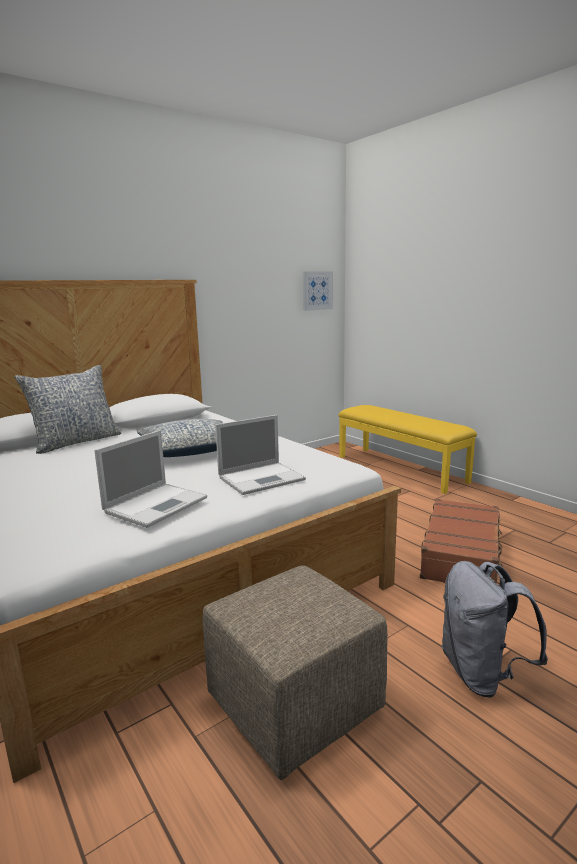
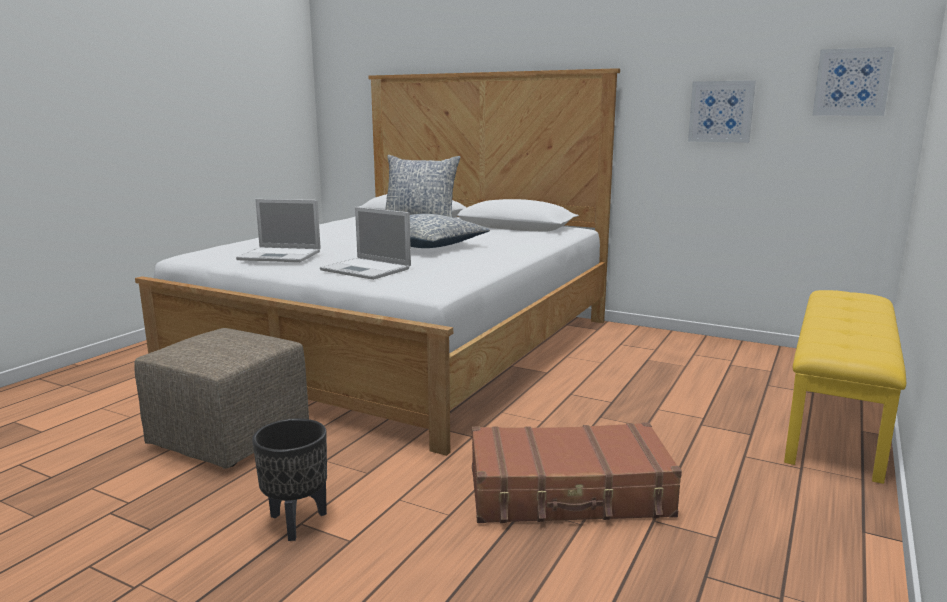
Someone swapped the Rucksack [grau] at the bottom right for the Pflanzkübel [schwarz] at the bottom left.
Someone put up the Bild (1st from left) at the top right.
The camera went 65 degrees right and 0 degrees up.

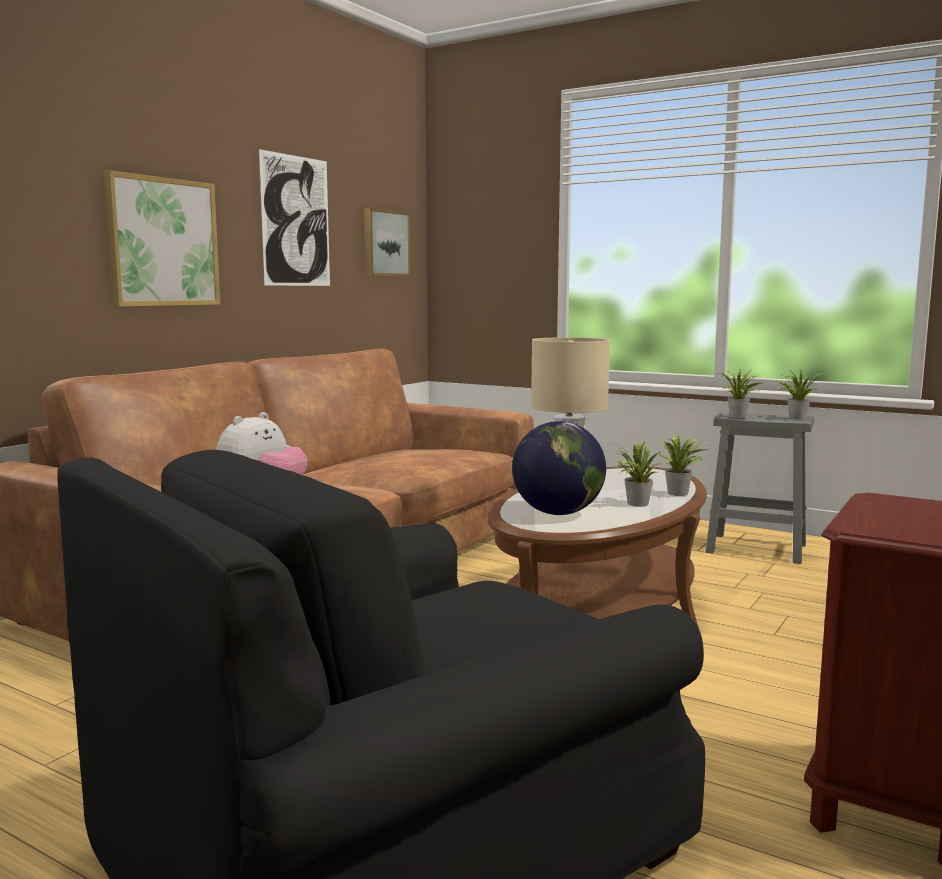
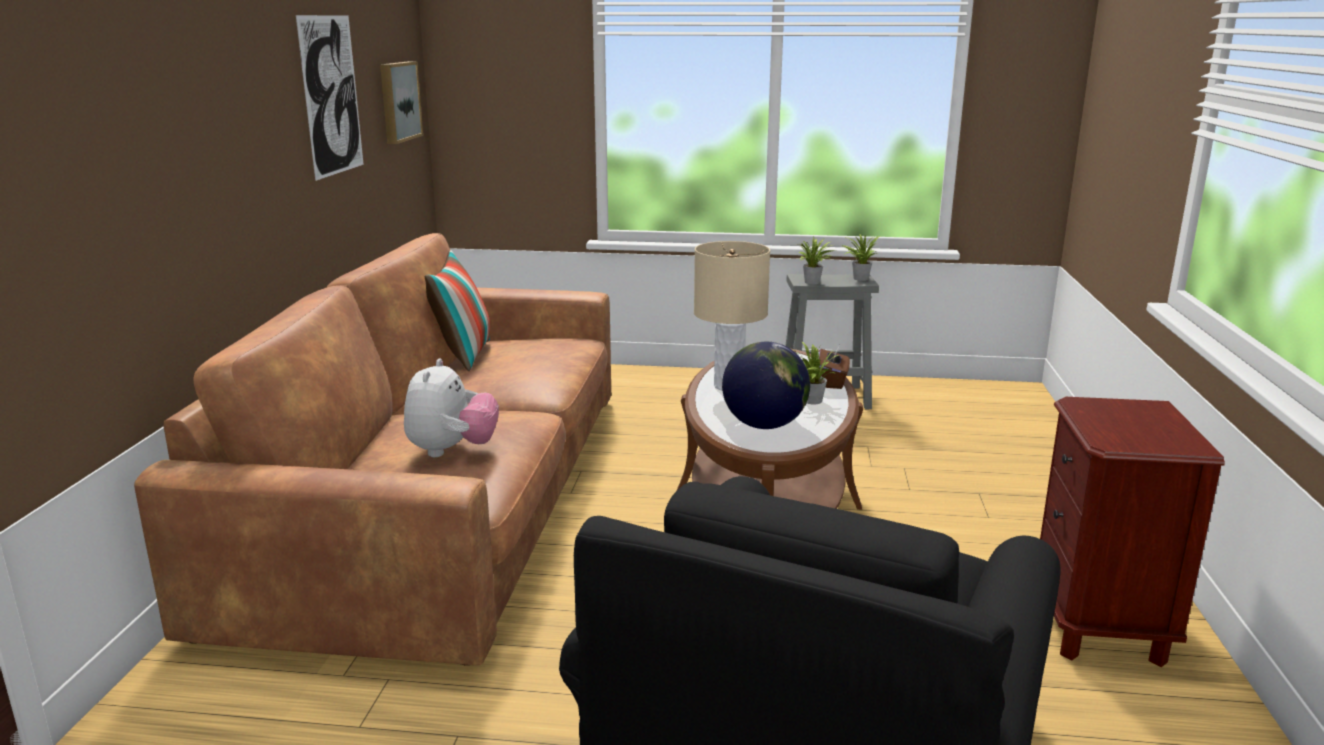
Someone took away the Bild (1st from left) at the top left.
Someone swapped the Topfpflanze (2nd from left) at the middle right for the Taschentuchbox [braun] at the centre.
Someone put down the Kissen at the centre.
The camera went 25 degrees left and 10 degrees up.

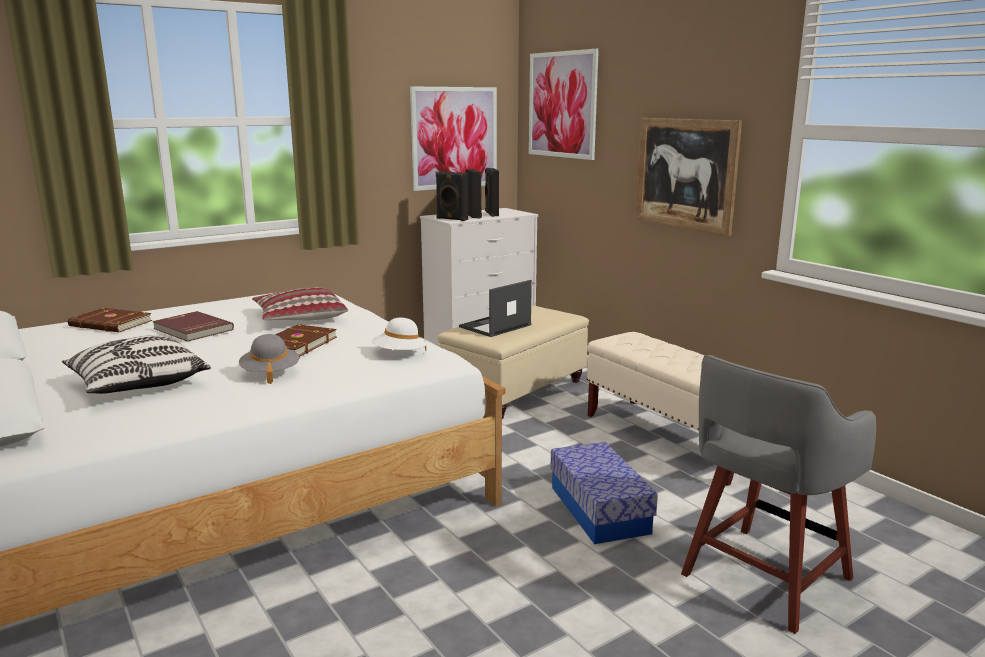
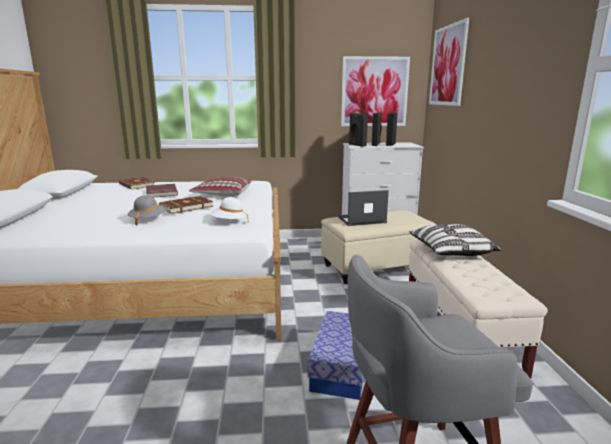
Someone carried the Kissen (1st from left in the first image) from the middle left to the middle right.
Someone took away the Bild (3rd from left) at the top right.
The camera went 30 degrees right and 0 degrees up.

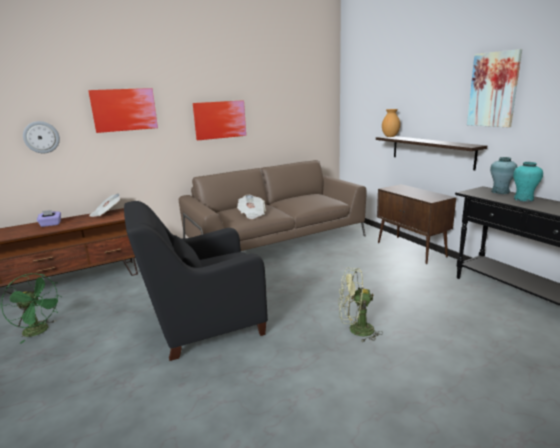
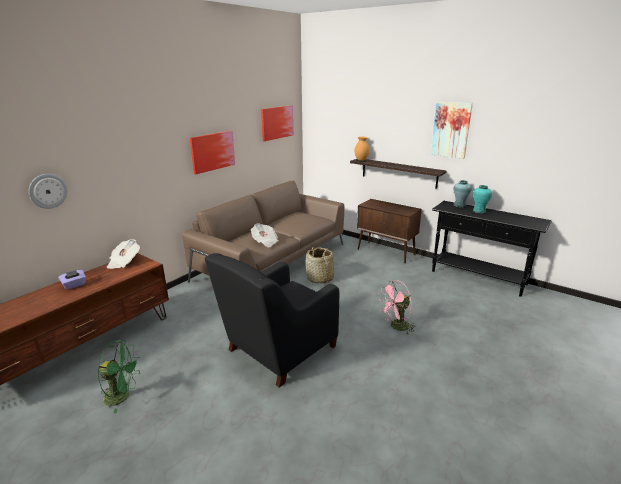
Someone carried the Bild (1st from left in the first image) from the top left to the top centre.
Someone repainted the Ventilator [grün] (2nd from left) at the bottom centre, which became the Ventilator [rosa] at the centre.
Someone put down the Korb at the centre.
The camera went 25 degrees left and 5 degrees up.

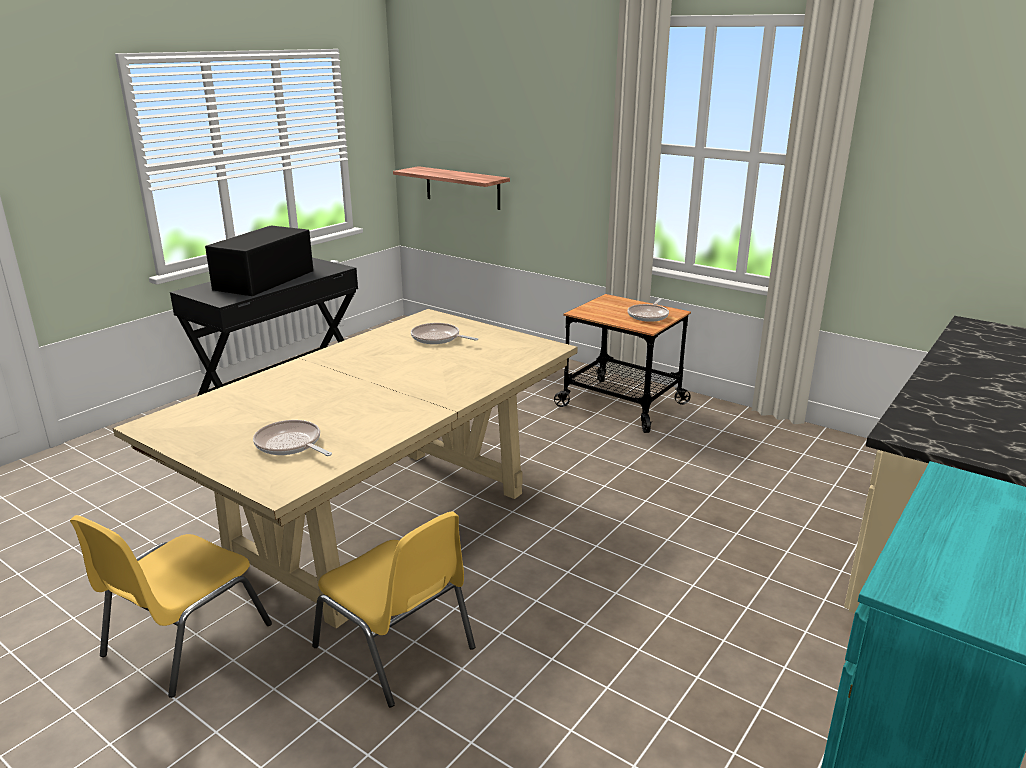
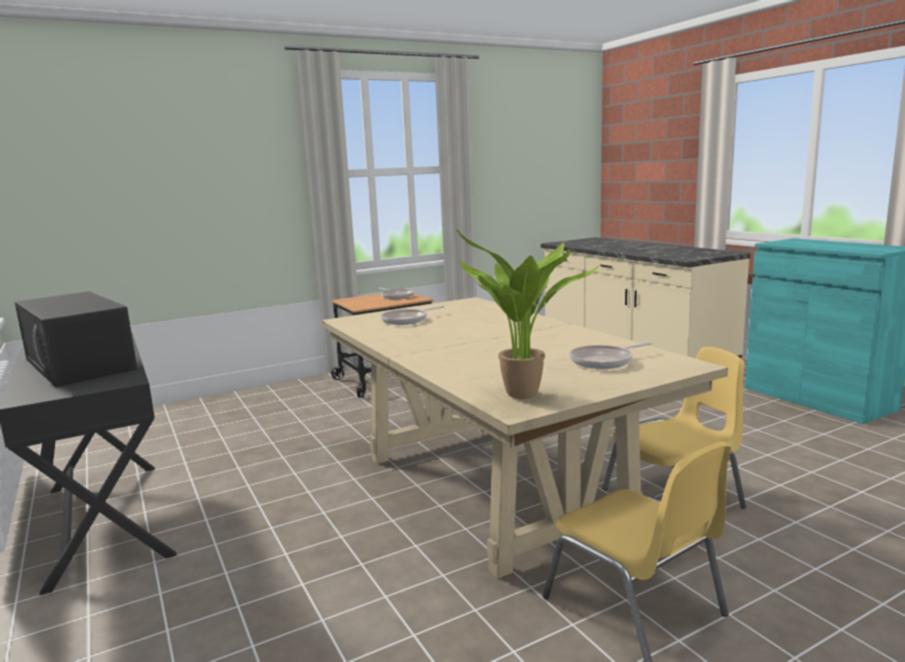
Someone took away the Wandregal at the top centre.
Someone put down the Topfpflanze at the centre.
The camera went 65 degrees left and 10 degrees down.

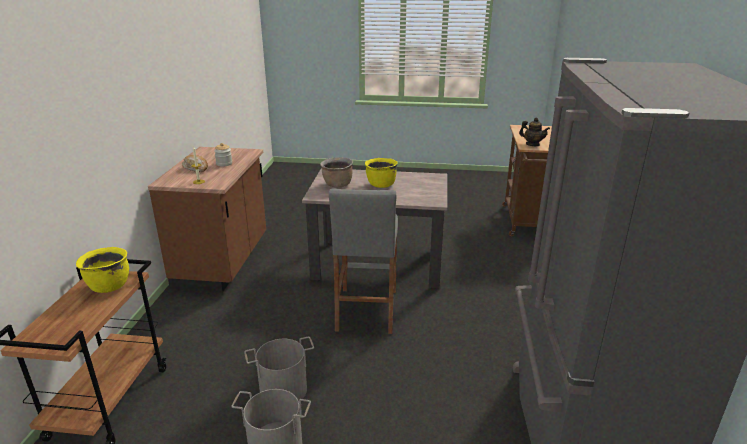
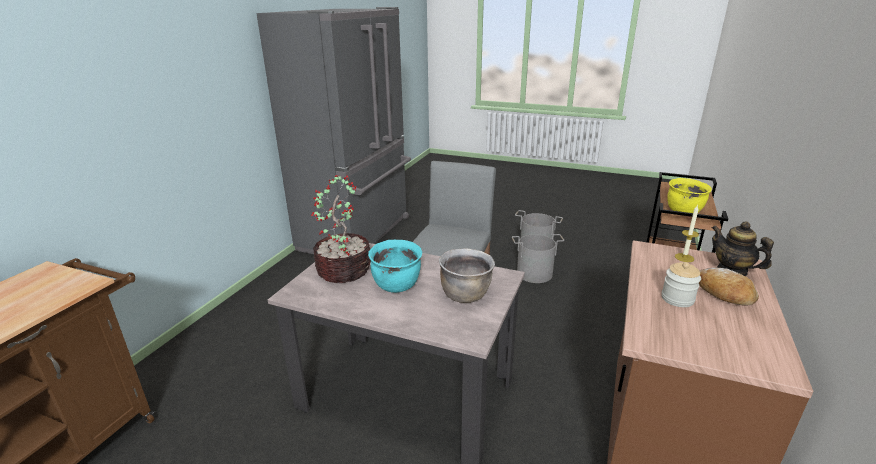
Someone repainted the Kochtopf [gelb] (2nd from left) at the centre, which became the Kochtopf [türkis] at the centre.
Someone carried the Teekanne from the top right to the middle right.
Someone put down the Topfpflanze at the centre.
The camera went 165 degrees left and 0 degrees up.

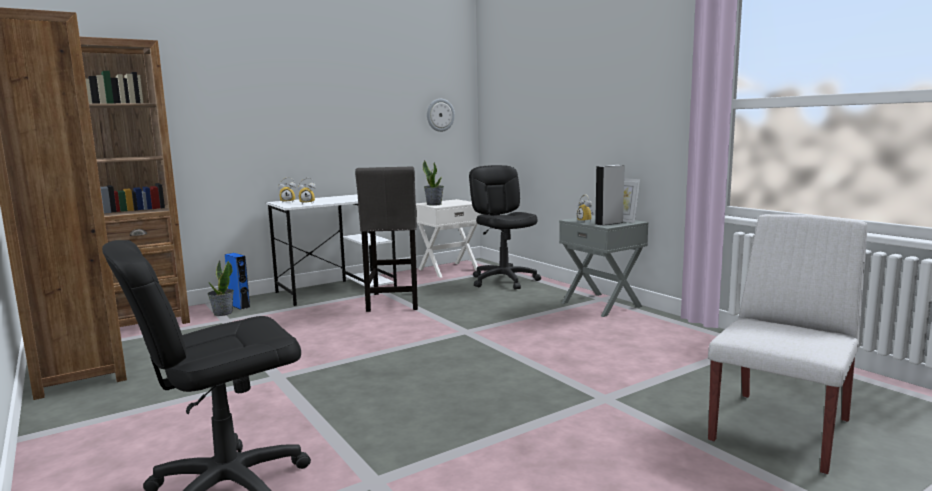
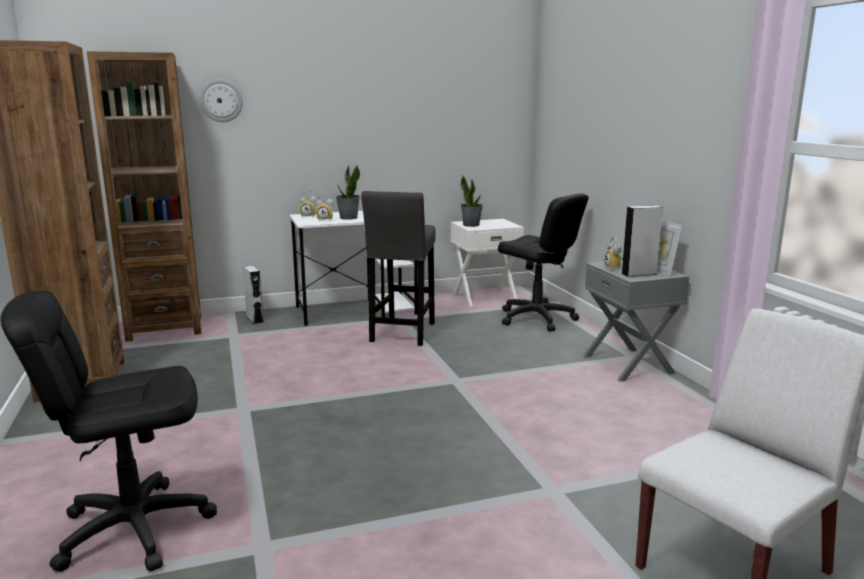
Someone carried the Topfpflanze (1st from left) from the middle left to the top centre.
Someone repainted the Lautsprecher [blau] at the middle left, which became the Lautsprecher [grau] (1st from left) at the middle left.
Someone carried the Wanduhr from the top centre to the top left.
Someone rotated the Bürostuhl [schwarz] (2nd from left) at the centre by 135 degrees clockwise.
The camera went 15 degrees right and 5 degrees up.

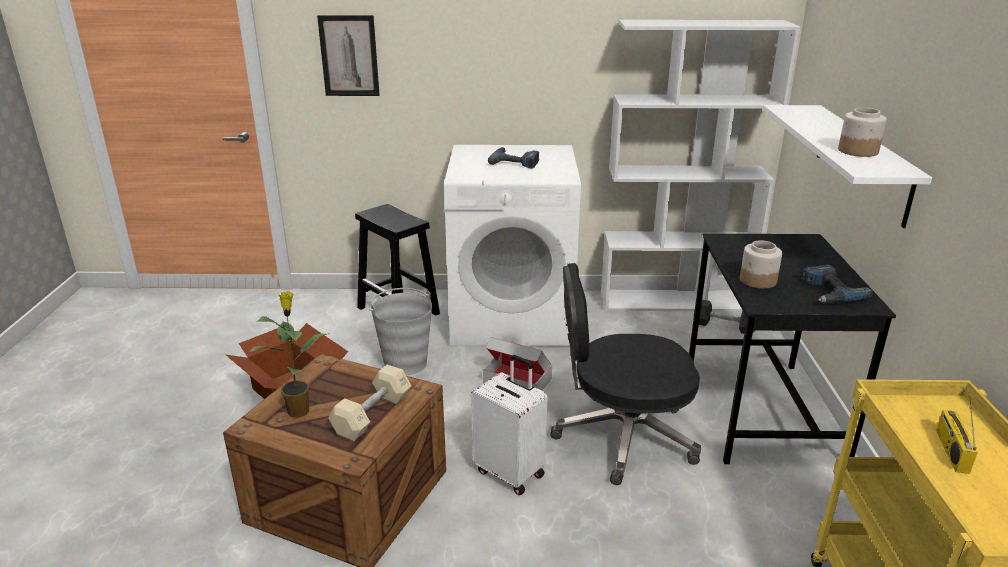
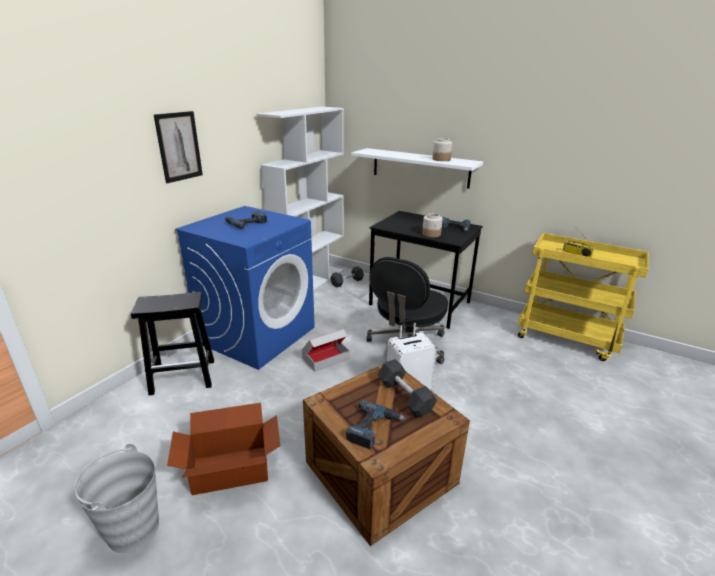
Someone swapped the Topfpflanze at the middle left for the Bohrmaschine (2nd from left) at the bottom centre.
Someone carried the Bild from the top centre to the top left.
Someone repainted the Hantel [beige] at the bottom centre, which became the Hantel [schwarz] (2nd from left) at the bottom centre.
Someone carried the Eimer [grau] from the centre to the bottom left.
Someone repainted the Waschmaschine [weiß] at the centre, which became the Waschmaschine [blau] at the centre.
The camera went 60 degrees left and 0 degrees up.

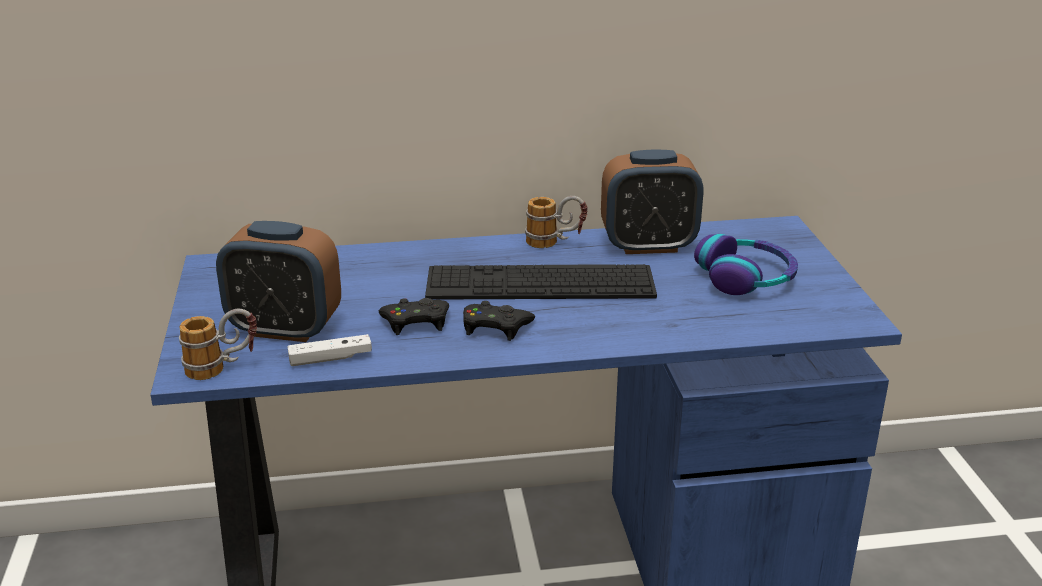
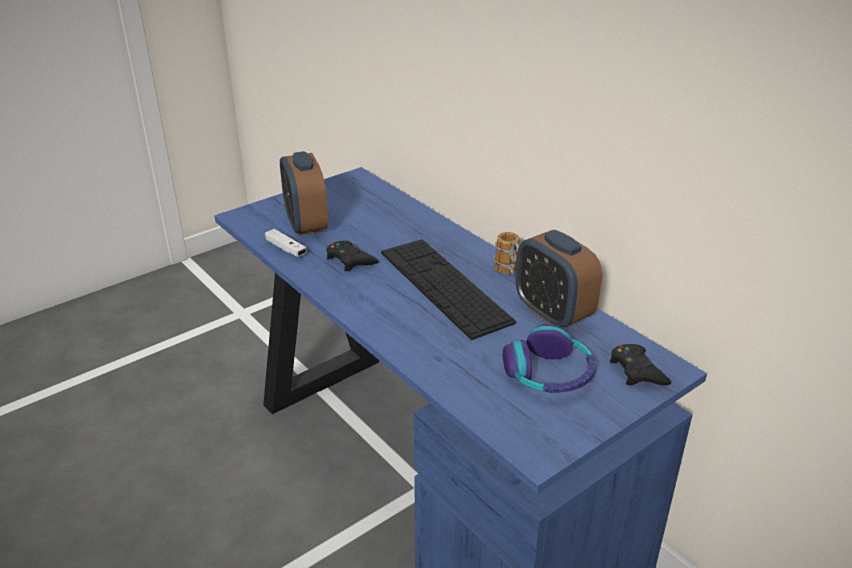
Someone took away the Henkelbecher (1st from left) at the middle left.
Someone carried the Gamepad [schwarz] (2nd from left) from the centre to the middle right.
The camera went 60 degrees right and 5 degrees up.

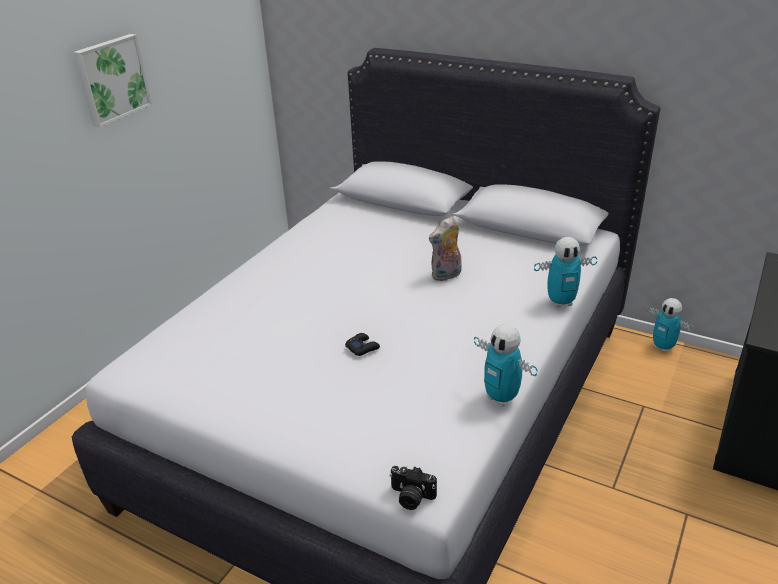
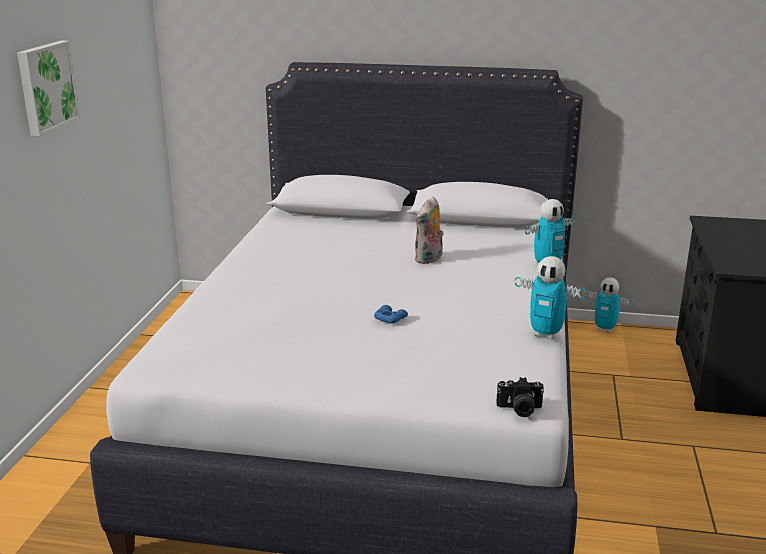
Someone repainted the Gamepad [schwarz] at the centre, which became the Gamepad [blau] at the centre.
The camera went 20 degrees left and 10 degrees down.

